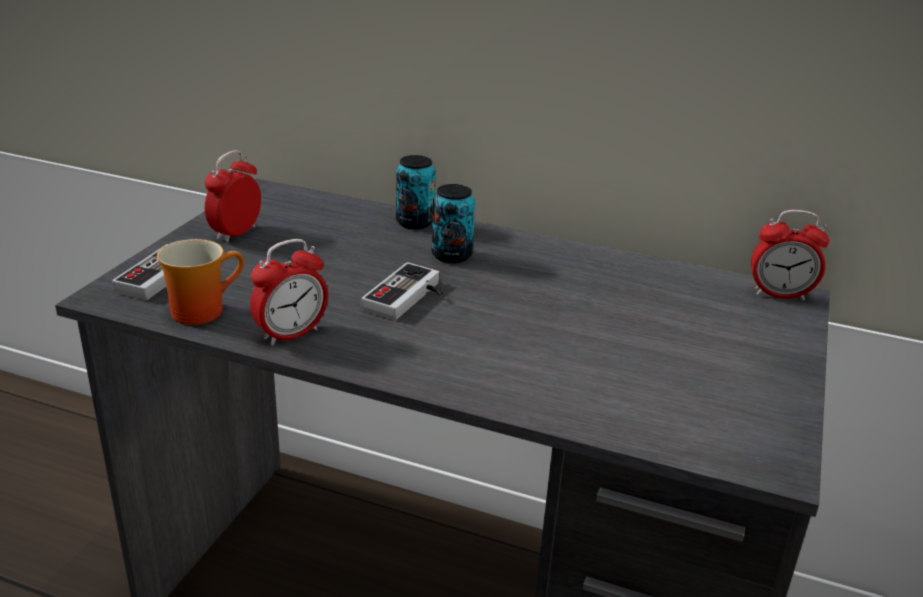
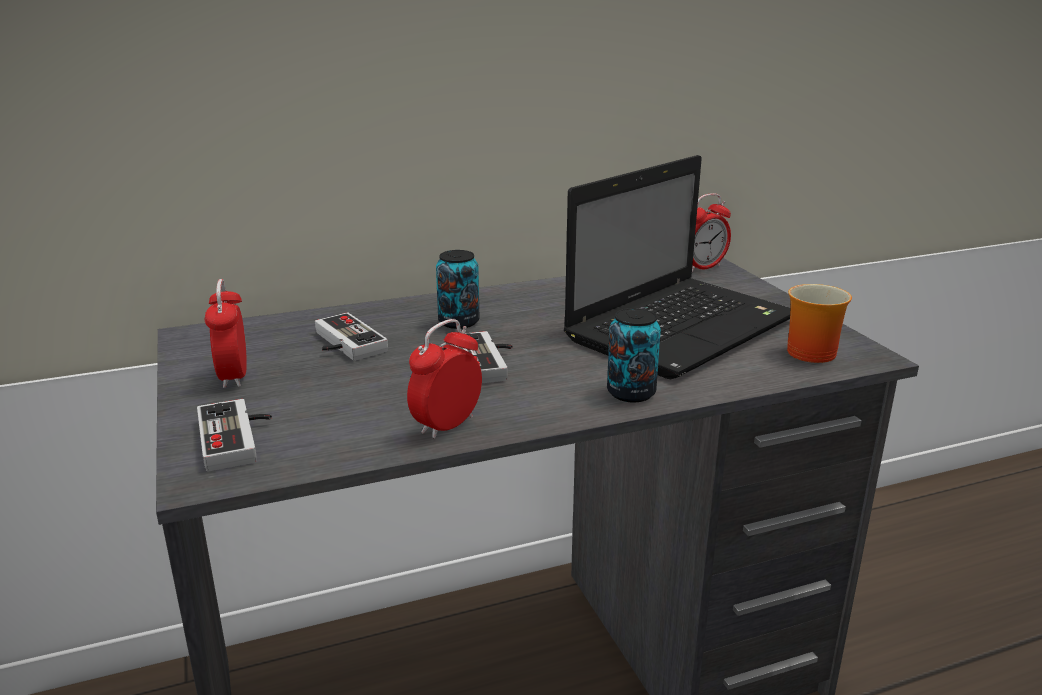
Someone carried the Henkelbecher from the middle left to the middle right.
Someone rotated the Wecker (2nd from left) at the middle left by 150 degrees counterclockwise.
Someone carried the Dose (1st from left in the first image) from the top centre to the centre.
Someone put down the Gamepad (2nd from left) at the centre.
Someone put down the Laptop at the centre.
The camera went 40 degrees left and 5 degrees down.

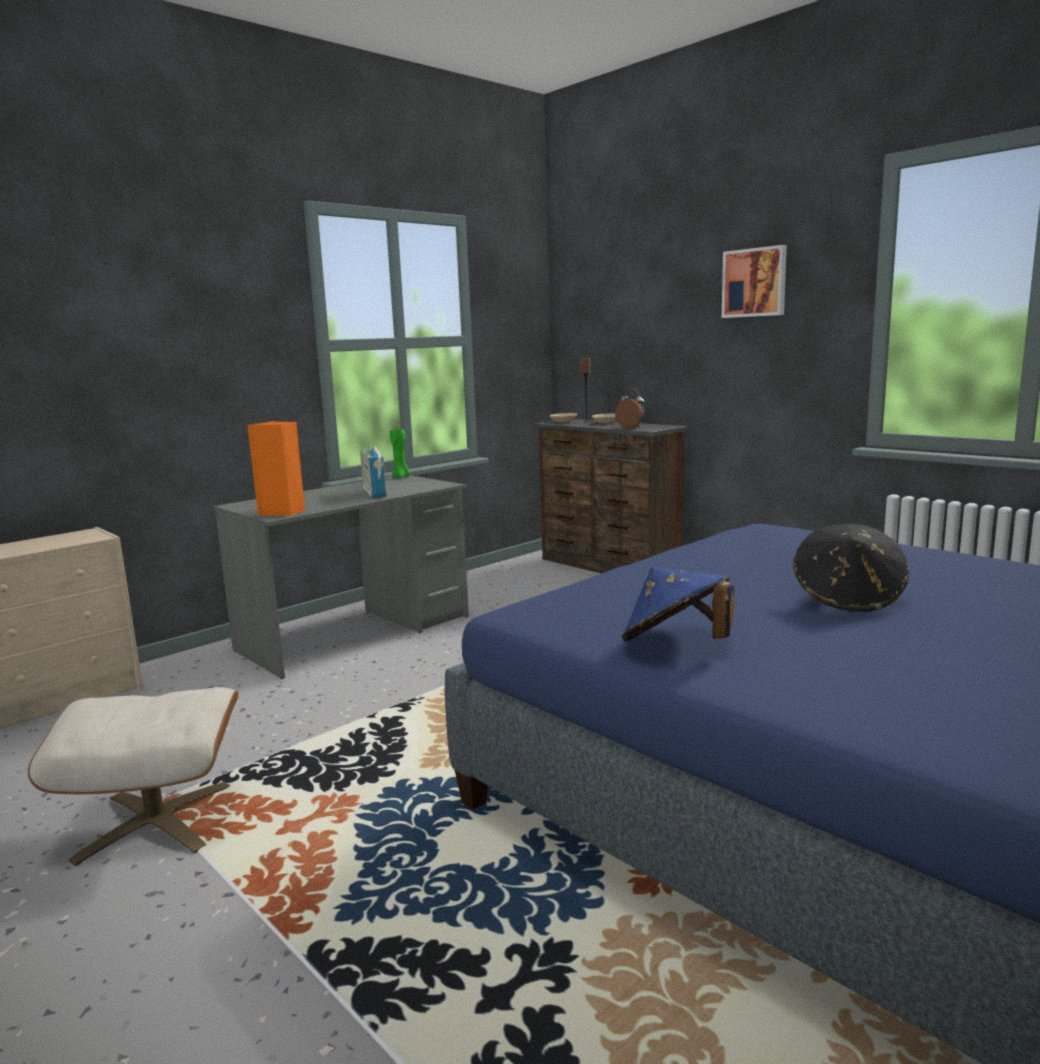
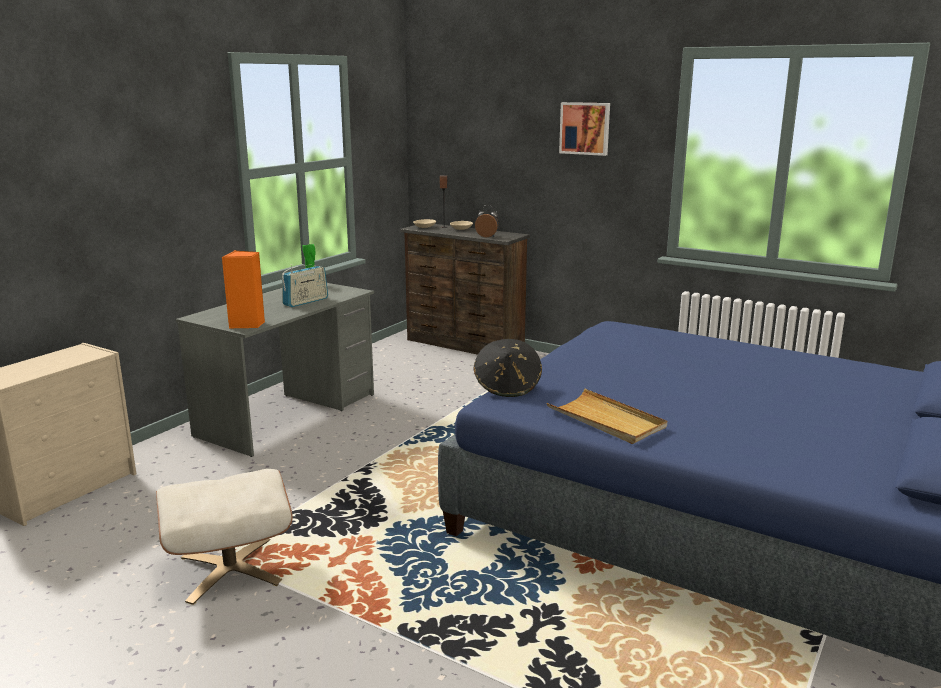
Someone rotated the Radio at the centre by 105 degrees counterclockwise.
Someone swapped the Hut [blau] at the centre for the Tablett [beige] at the centre.
Someone carried the Hut [schwarz] from the middle right to the centre.
The camera went 15 degrees left and 5 degrees up.

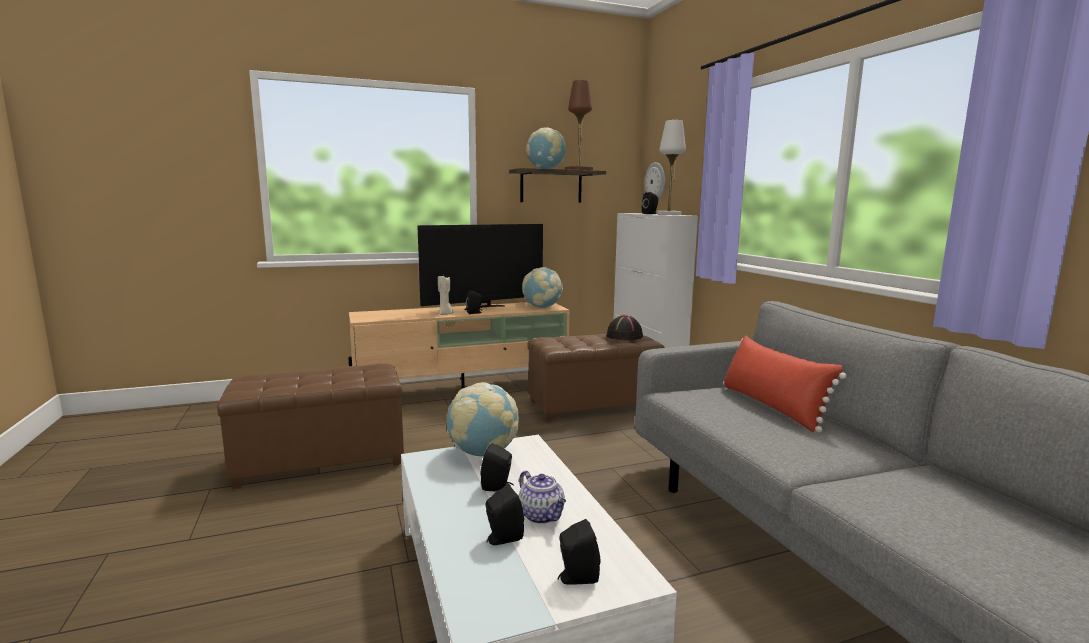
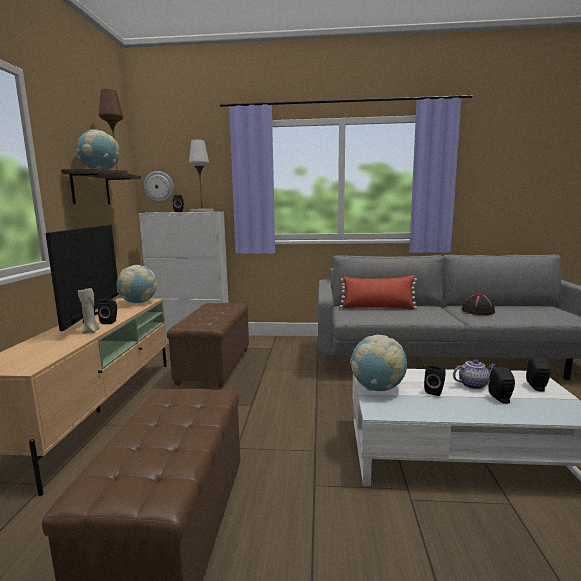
Someone carried the Hut [schwarz] from the centre to the middle right.
The camera went 65 degrees left and 0 degrees up.

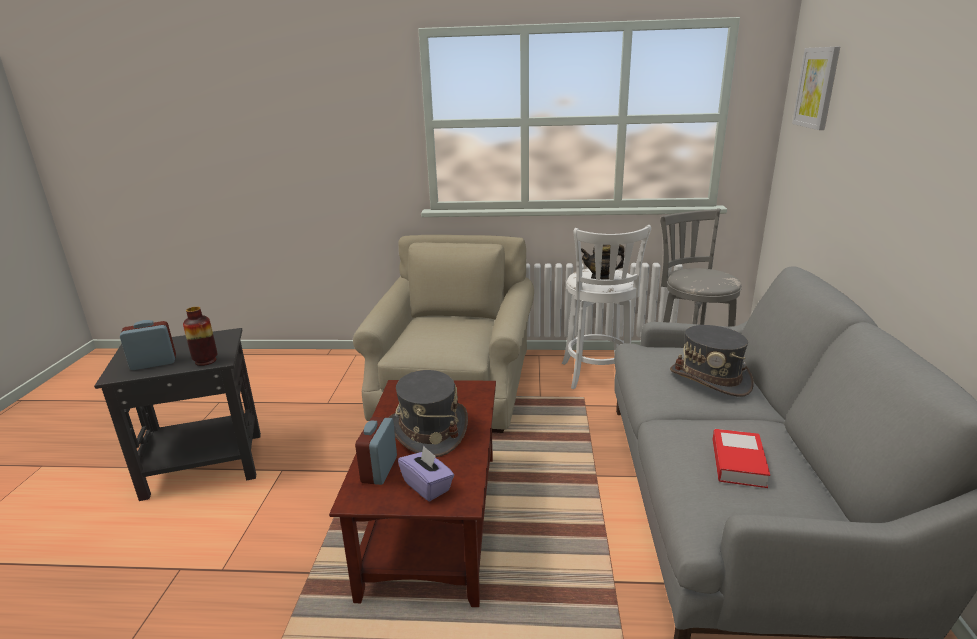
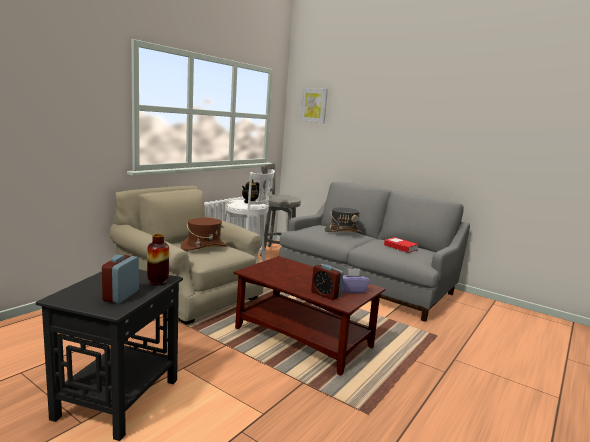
Someone took away the Hut [grau] (1st from left) at the centre.
Someone put down the Hut [braun] at the centre.
The camera went 60 degrees left and 10 degrees down.

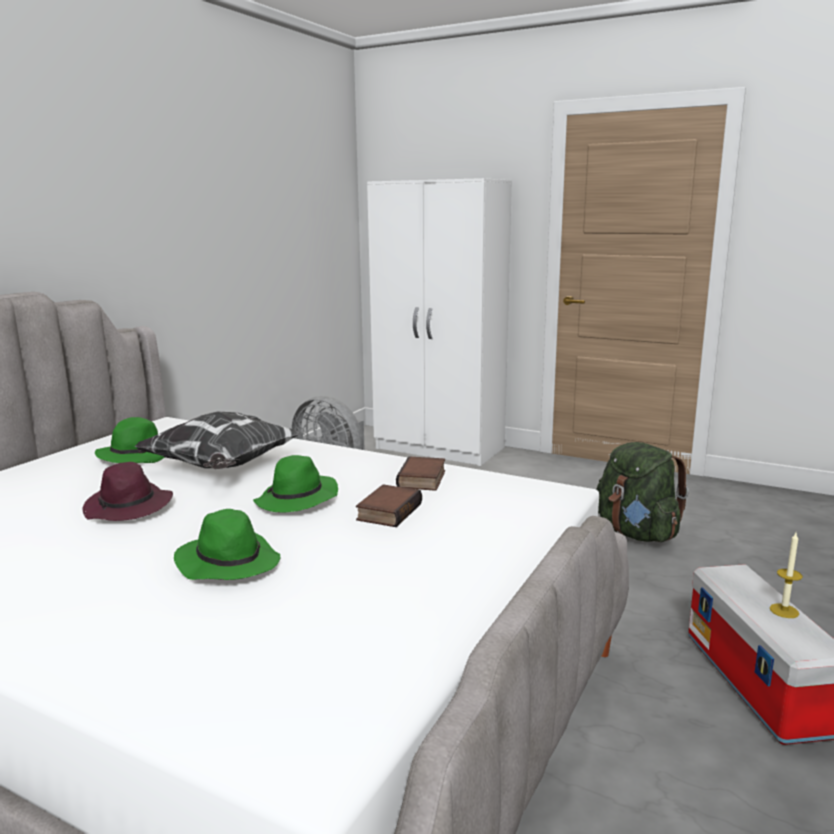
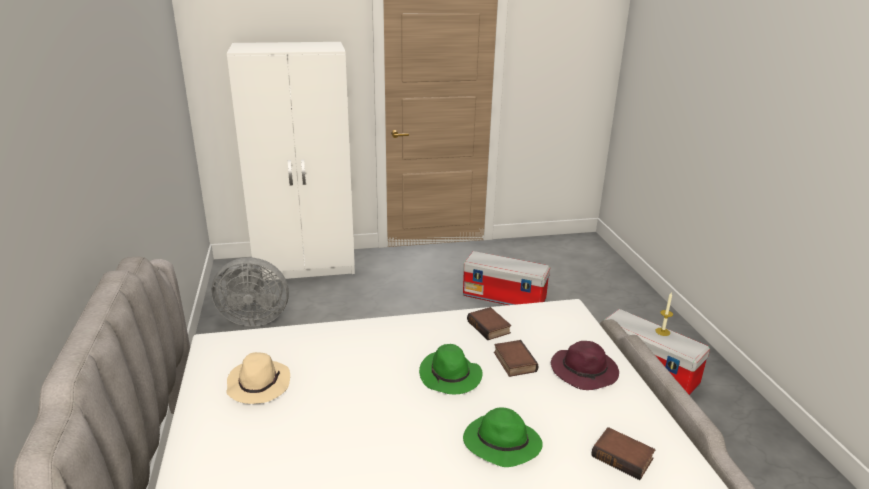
Someone carried the Hut [lila] from the middle left to the bottom right.
Someone repainted the Hut [grün] (1st from left) at the middle left, which became the Hut [beige] at the bottom left.
Someone took away the Kissen at the middle left.
Someone swapped the Rucksack [grün] at the middle right for the Aufbewahrungsbox (1st from left) at the centre.
Someone put down the Buch (3rd from left) at the bottom right.
The camera went 40 degrees left and 10 degrees up.

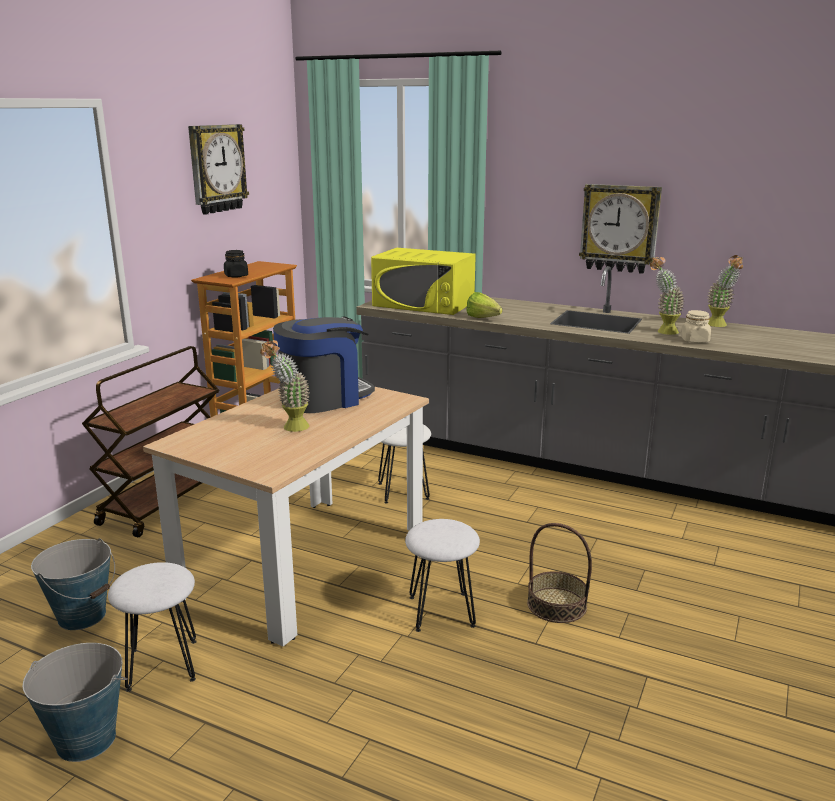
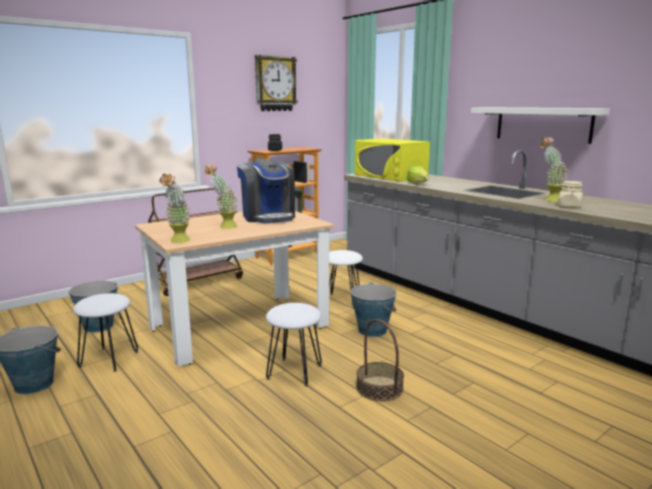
Someone rotated the Kaffeemaschine at the centre by 75 degrees clockwise.
Someone swapped the Wanduhr (2nd from left) at the top right for the Wandregal [weiß] at the top right.
Someone carried the Topfpflanze (3rd from left in the first image) from the middle right to the middle left.
Someone put down the Eimer (3rd from left) at the centre.
The camera went 25 degrees right and 5 degrees down.

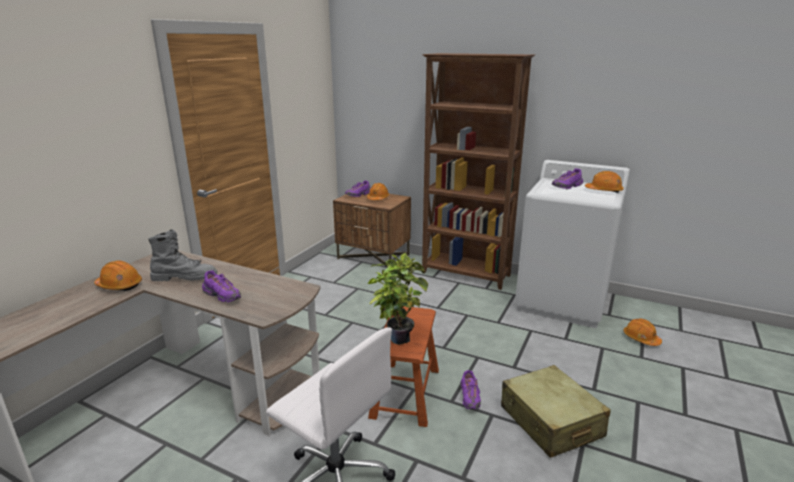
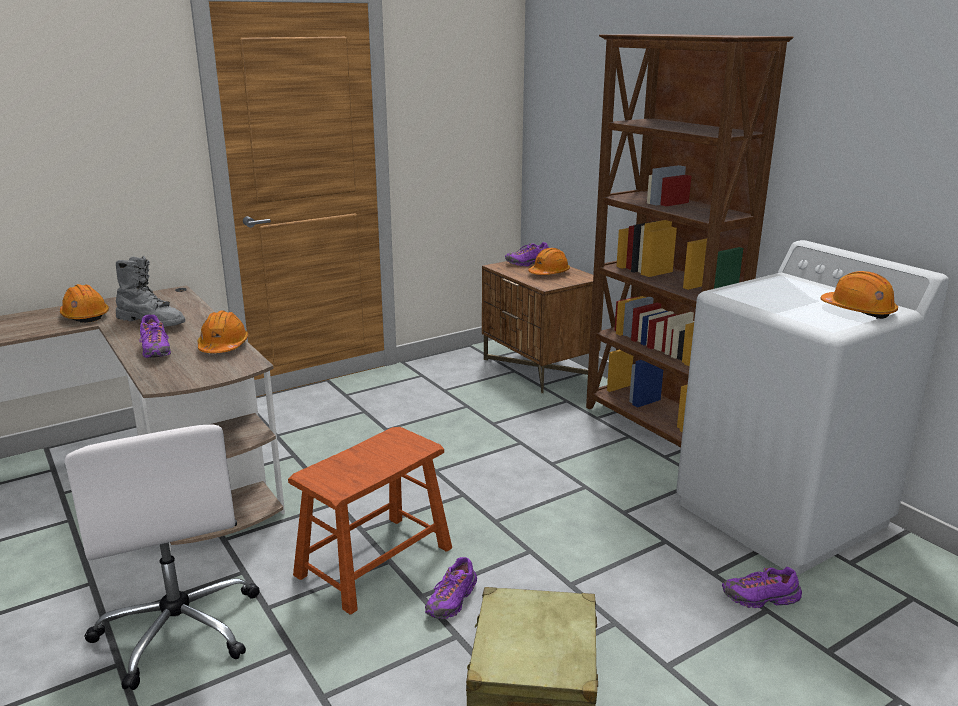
Someone took away the Topfpflanze at the centre.
Someone carried the Schuh [lila] (4th from left) from the middle right to the bottom right.
Someone carried the Schutzhelm [orange] (4th from left in the first image) from the bottom right to the middle left.
The camera went 30 degrees right and 0 degrees up.

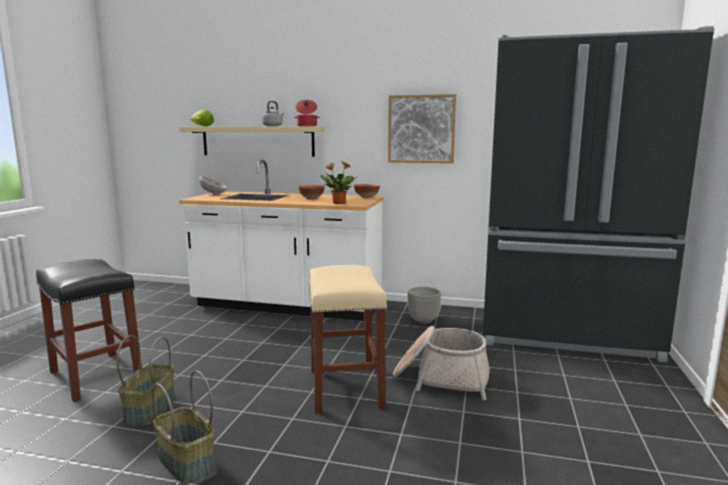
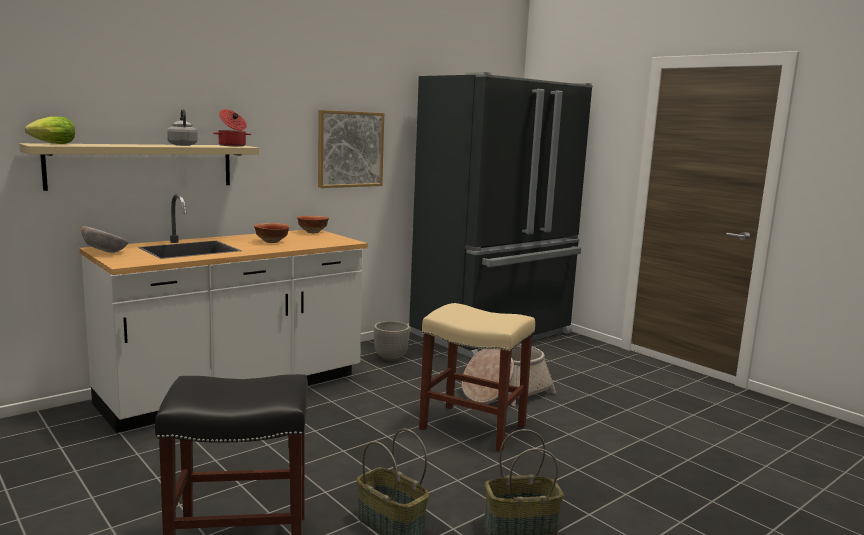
Someone took away the Topfpflanze at the centre.
The camera went 55 degrees left and 0 degrees up.

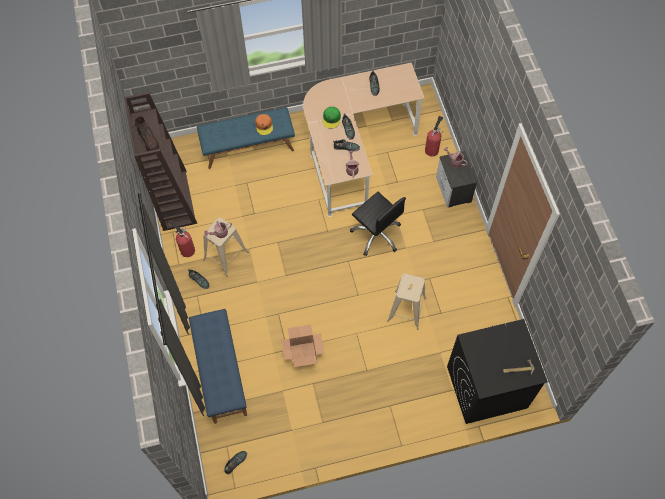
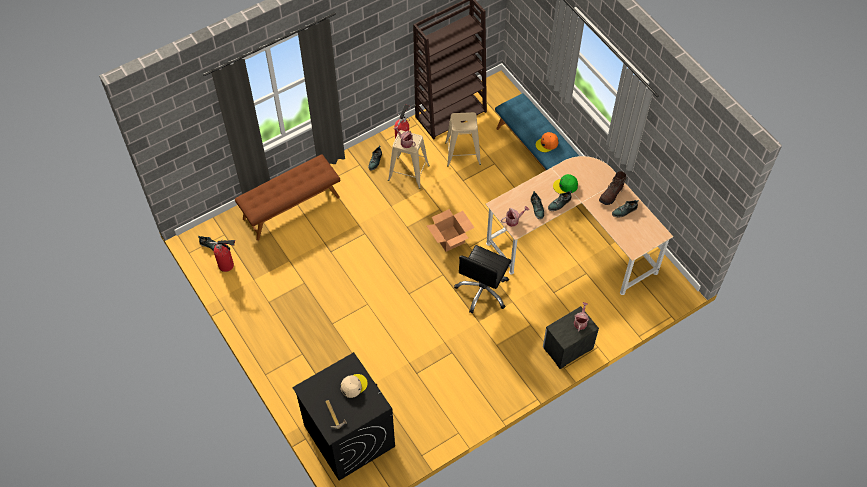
Someone carried the Stiefel [braun] from the top left to the middle right.
Someone repainted the Bank [blau] (1st from left) at the bottom left, which became the Bank [braun] at the middle left.
Someone carried the Karton from the bottom centre to the centre.
Someone carried the Hocker [beige] (2nd from left) from the centre to the top centre.
Someone carried the Feuerlöscher (2nd from left in the first image) from the top centre to the middle left.
Someone put down the Kappe [beige] at the bottom centre.
The camera went 70 degrees right and 5 degrees down.

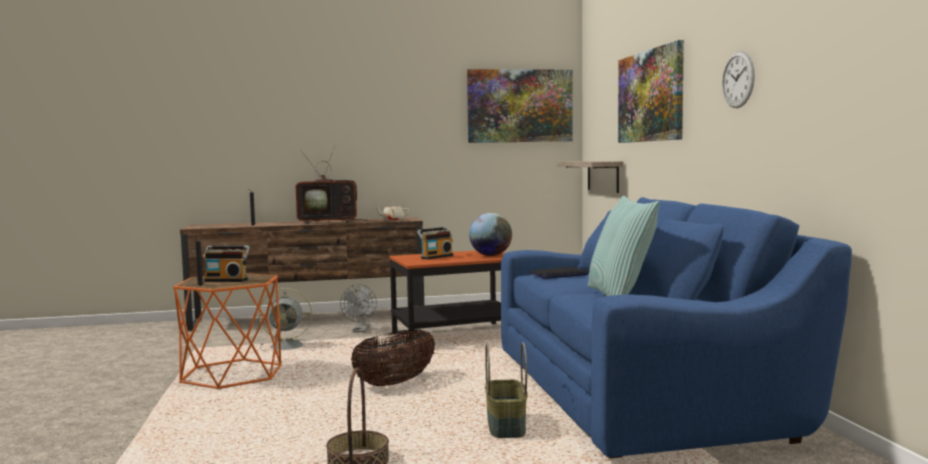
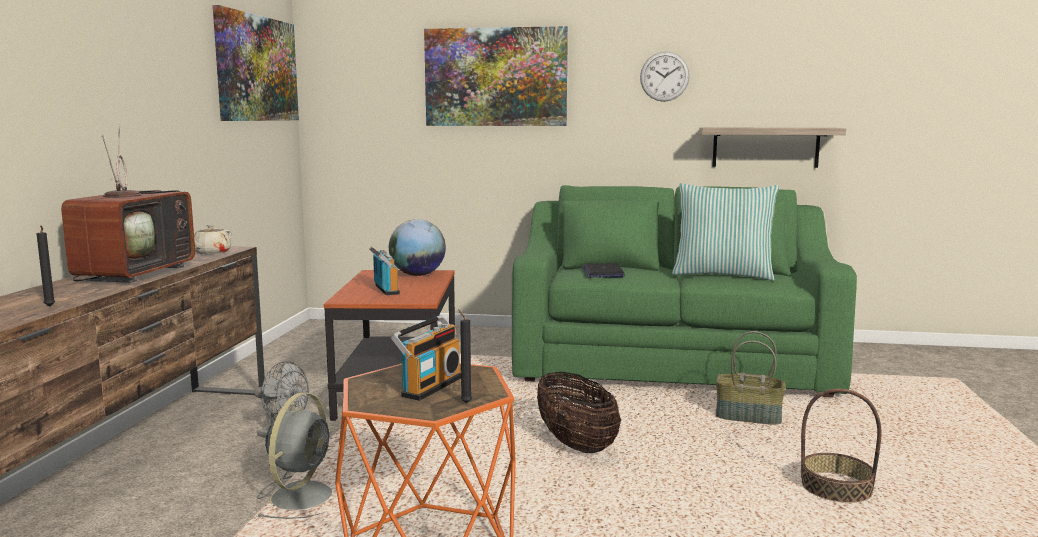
Someone repainted the Sofa [blau] at the bottom right, which became the Sofa [grün] at the centre.
Someone carried the Wandregal from the centre to the top right.
The camera went 70 degrees left and 5 degrees up.

